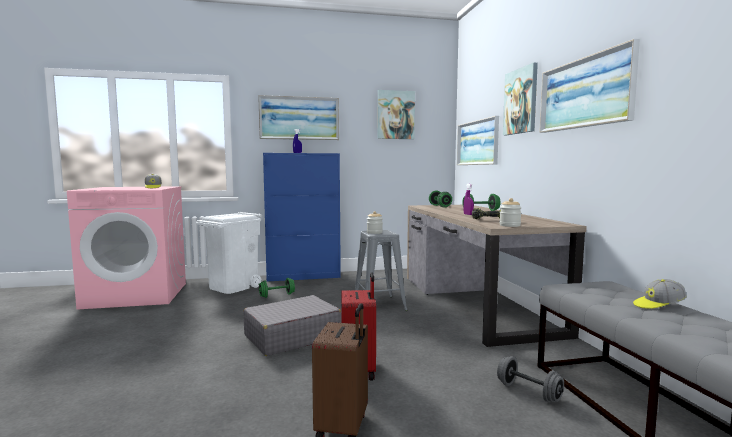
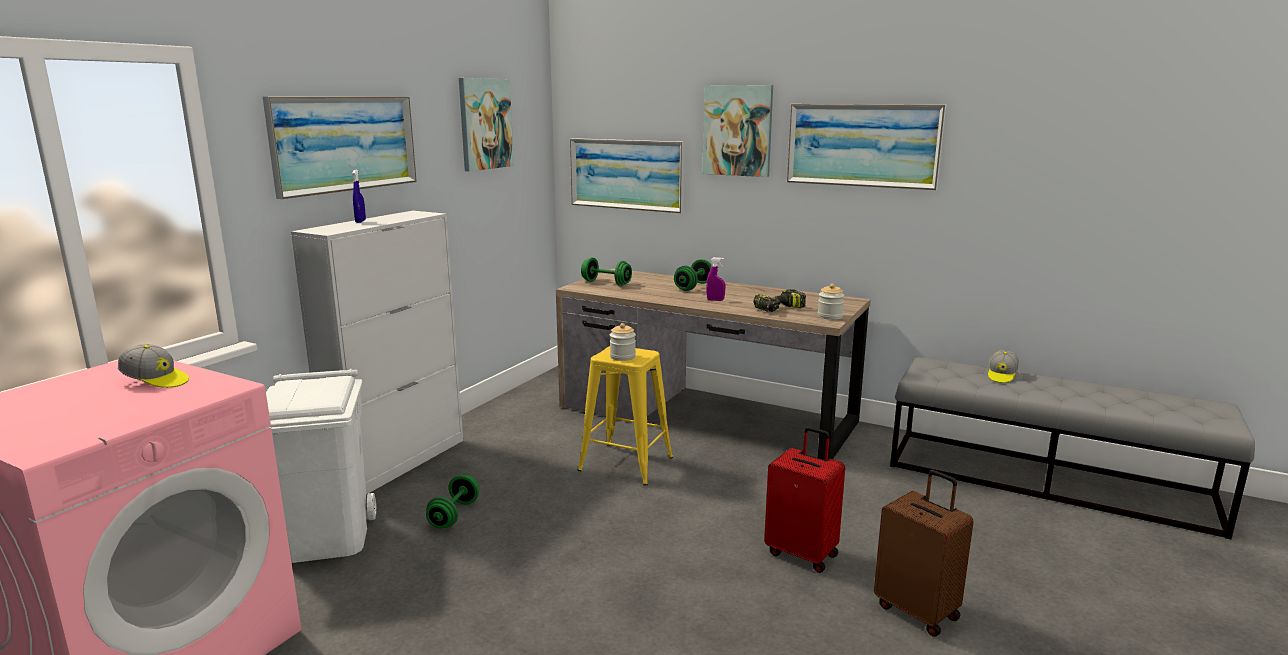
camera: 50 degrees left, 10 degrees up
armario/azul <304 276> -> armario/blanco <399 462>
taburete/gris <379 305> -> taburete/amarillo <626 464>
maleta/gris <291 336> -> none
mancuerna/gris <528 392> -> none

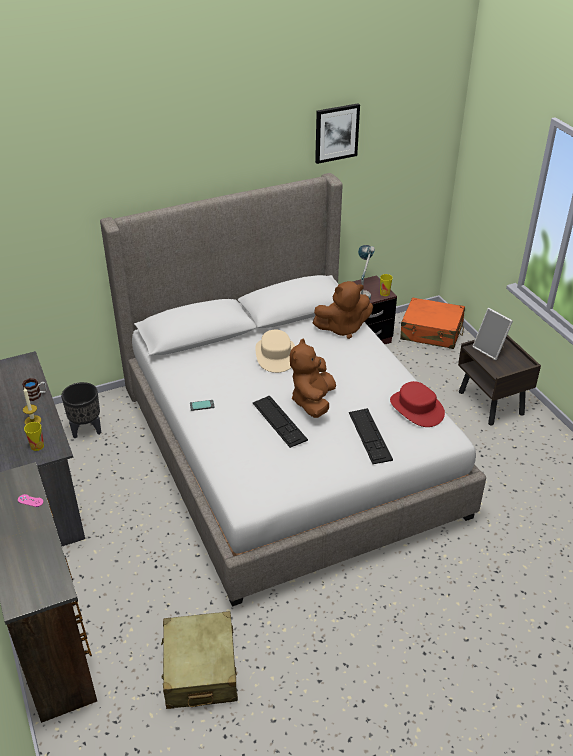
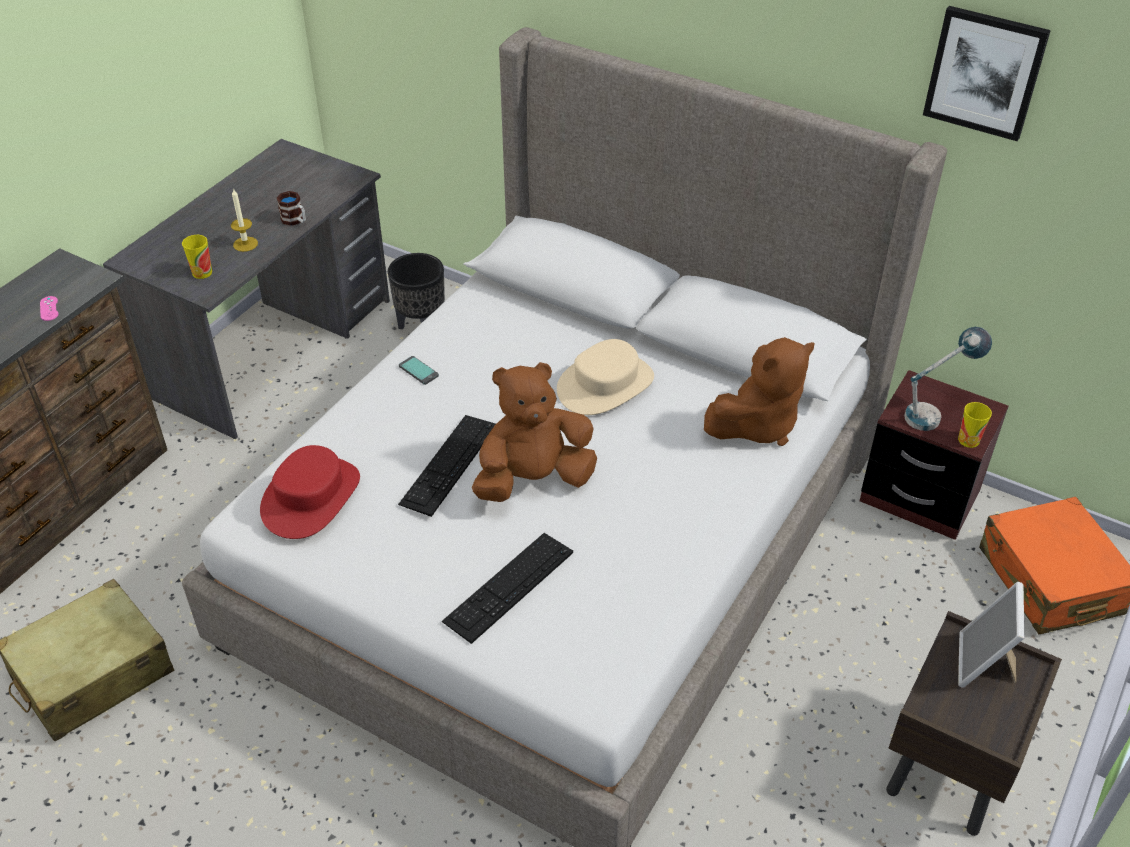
camera: 55 degrees right, 5 degrees up
peluche/marrón <343 328> -> peluche/marrón <757 425>, 75 degrees counterclockwise
sombrero/rojo <416 408> -> sombrero/rojo <311 497>, move

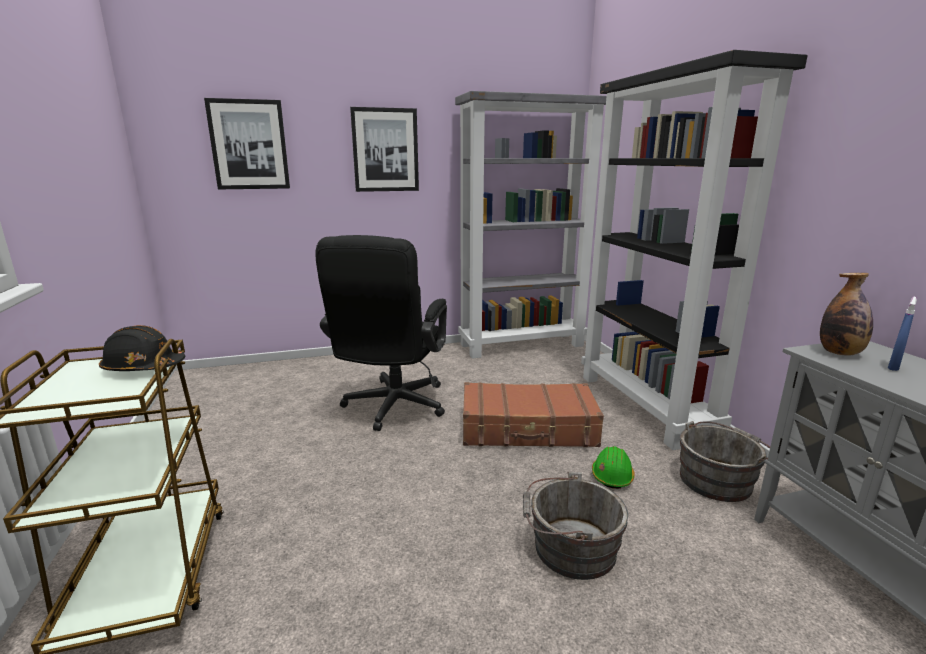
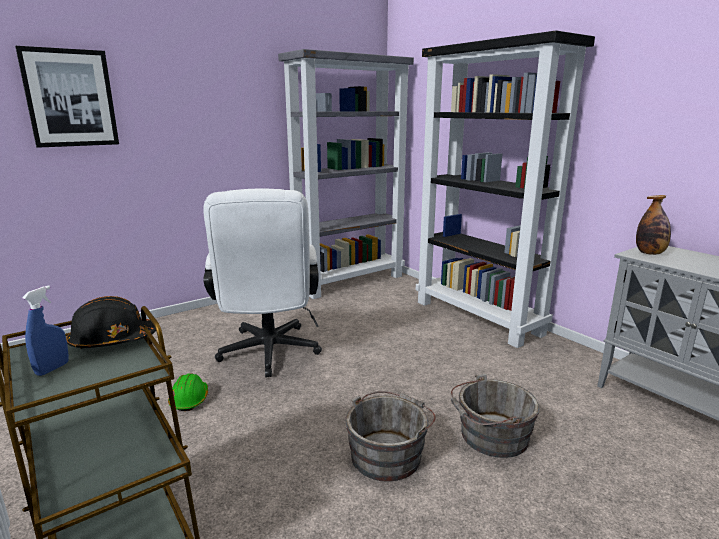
camera: 20 degrees left, 0 degrees up
cuadro <385 150> -> none
silla de oficina/negro <392 408> -> silla de oficina/blanco <269 355>
pulverizador/azul <893 367> -> pulverizador/azul <52 369>, move
maleta/marrón <528 429> -> none
cubo/gris <717 479> -> cubo/gris <388 453>, move
casco/verde <612 475> -> casco/verde <189 400>, move

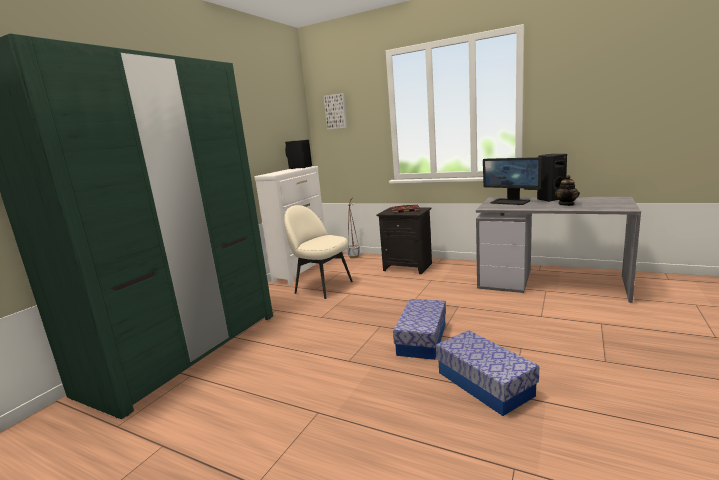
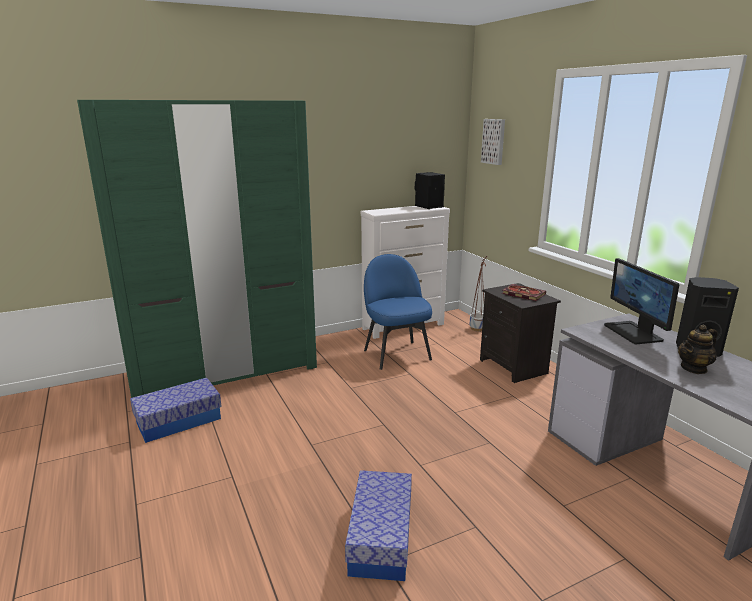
camera: 35 degrees right, 5 degrees up
silla/beis <322 287> -> silla/azul <396 354>
caja de almacenaje <422 339> -> caja de almacenaje <179 421>, move

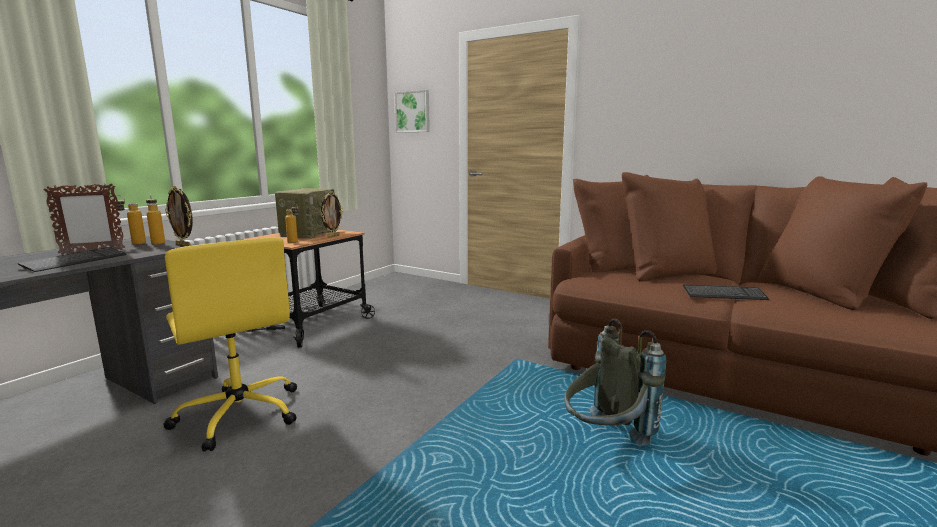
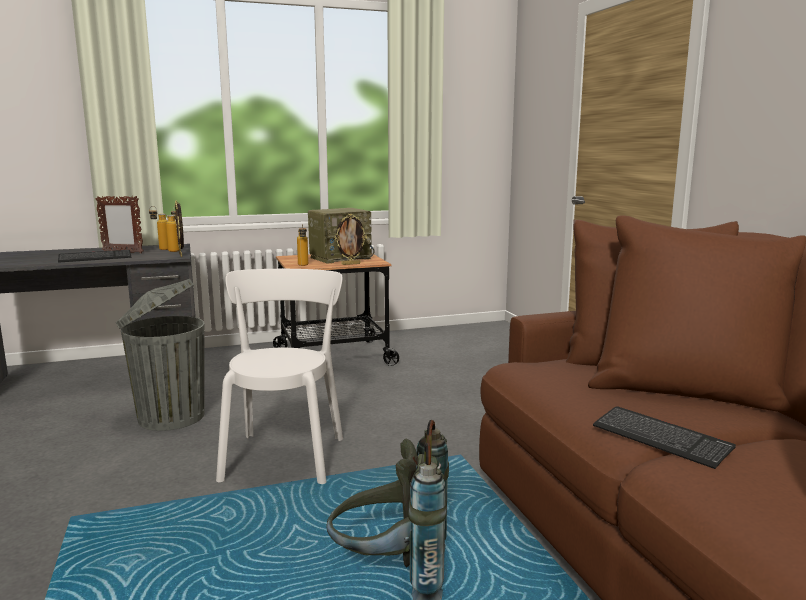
camera: 40 degrees right, 0 degrees up
cuadro <413 112> -> none
silla de oficina/amarillo <240 414> -> papelera/gris <169 417>
none -> silla/blanco <285 455>

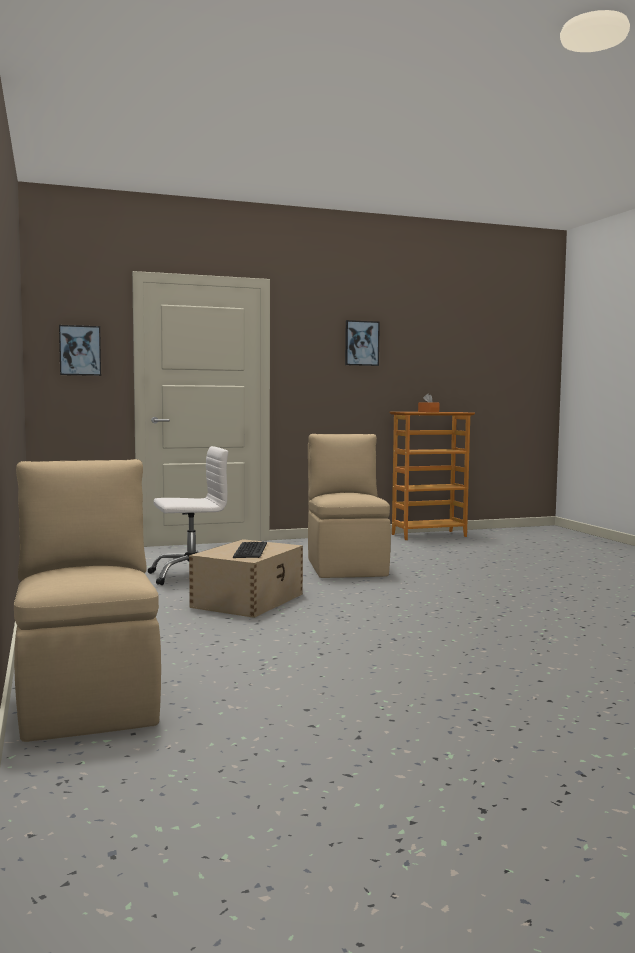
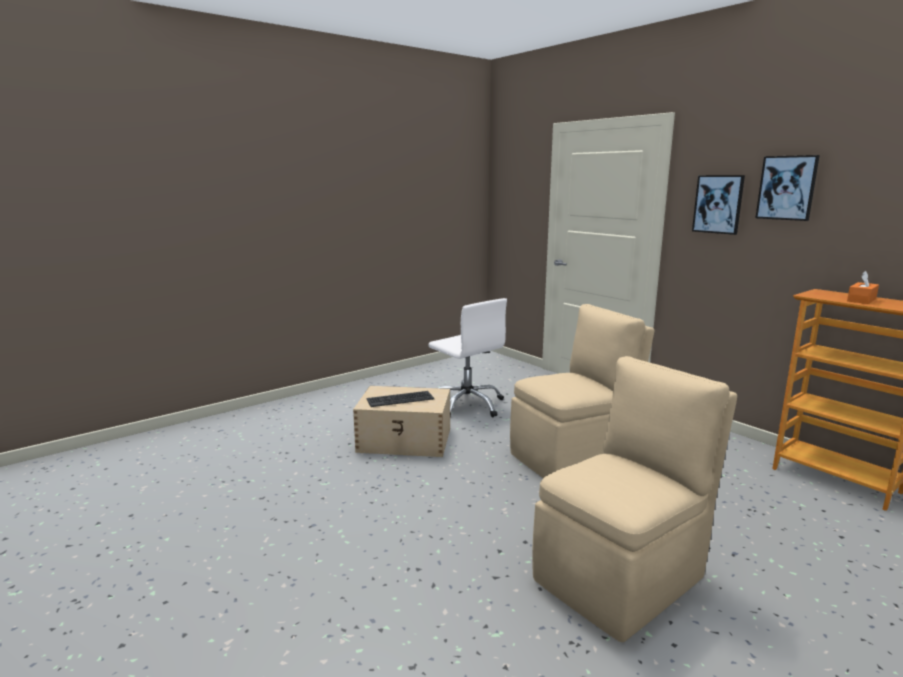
camera: 70 degrees right, 10 degrees up
cuadro <80 350> -> cuadro <718 204>, move
silla/beis <88 700> -> silla/beis <622 577>, move

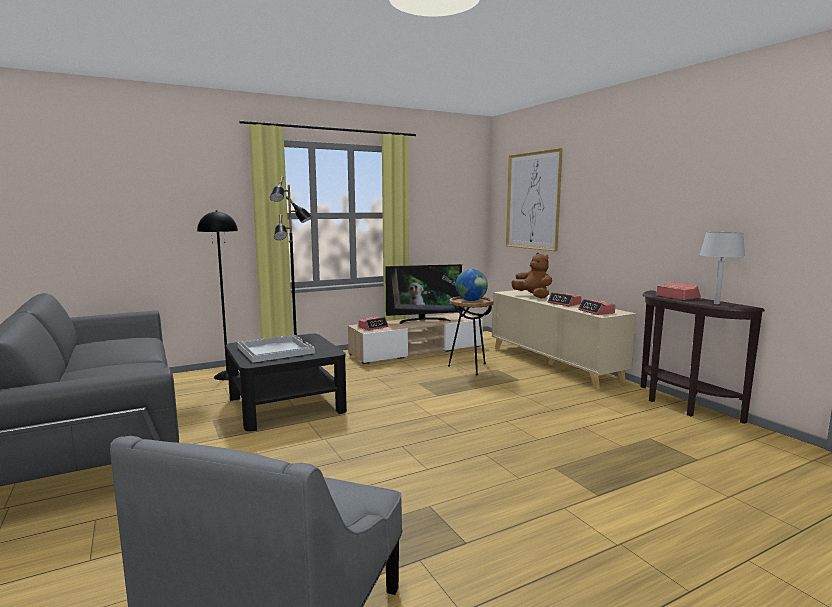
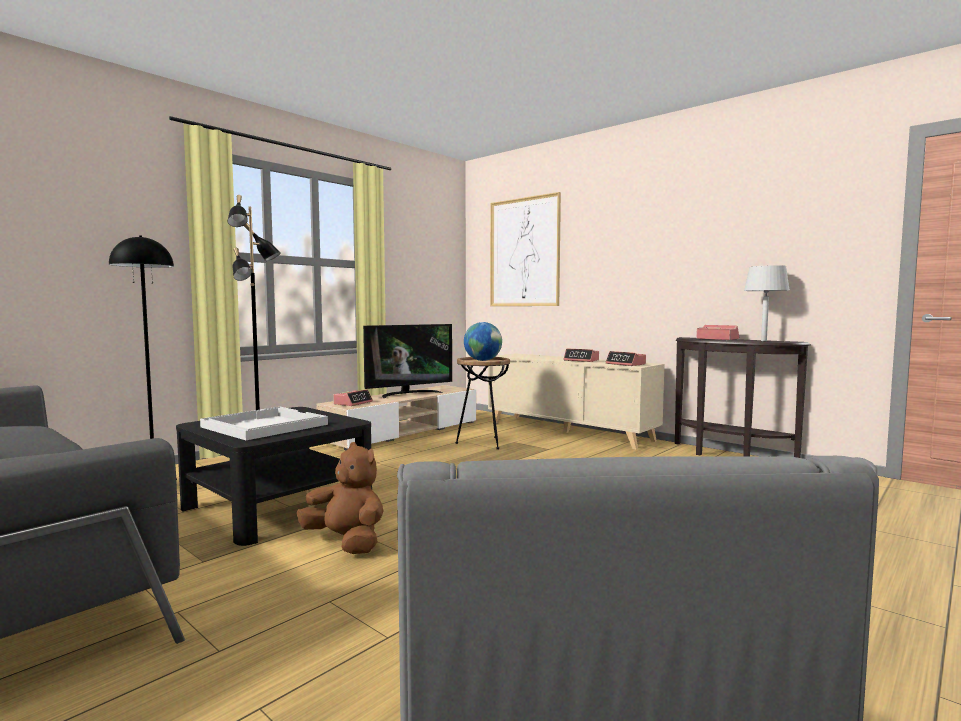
camera: 20 degrees left, 5 degrees down
peluche/marrón <533 296> -> peluche/marrón <346 542>, move

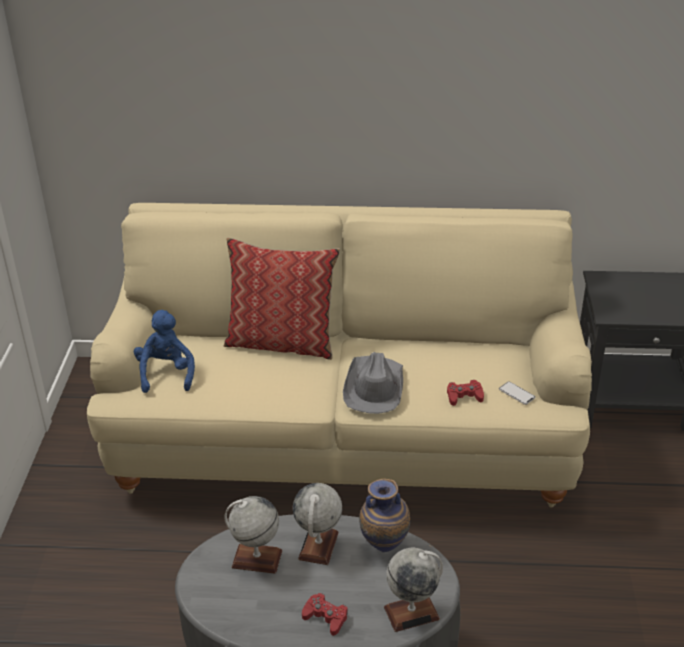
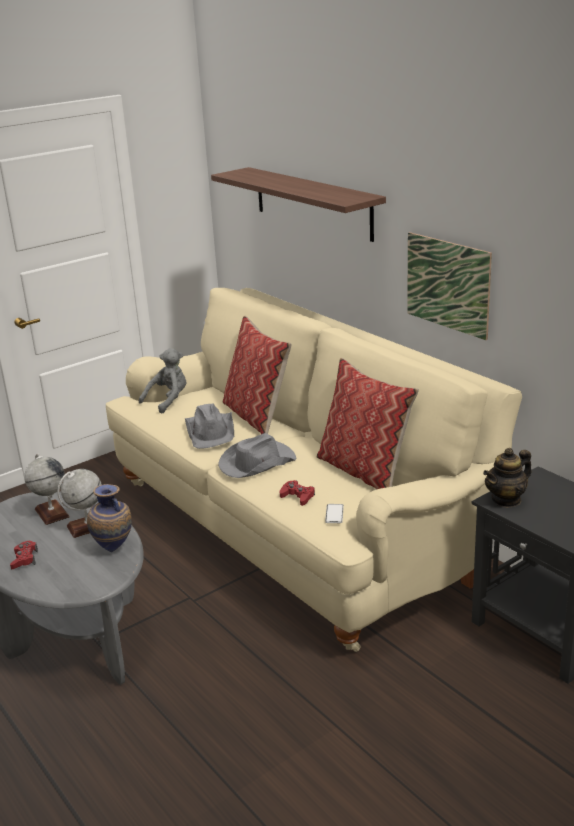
camera: 50 degrees right, 10 degrees down
peluche/azul <166 373> -> peluche/gris <168 400>
globo terráqueo <411 612> -> none
none -> estante <312 203>
none -> cuadro <447 284>
none -> cojín <364 471>
none -> sombrero/gris <211 431>
none -> tetera <506 500>

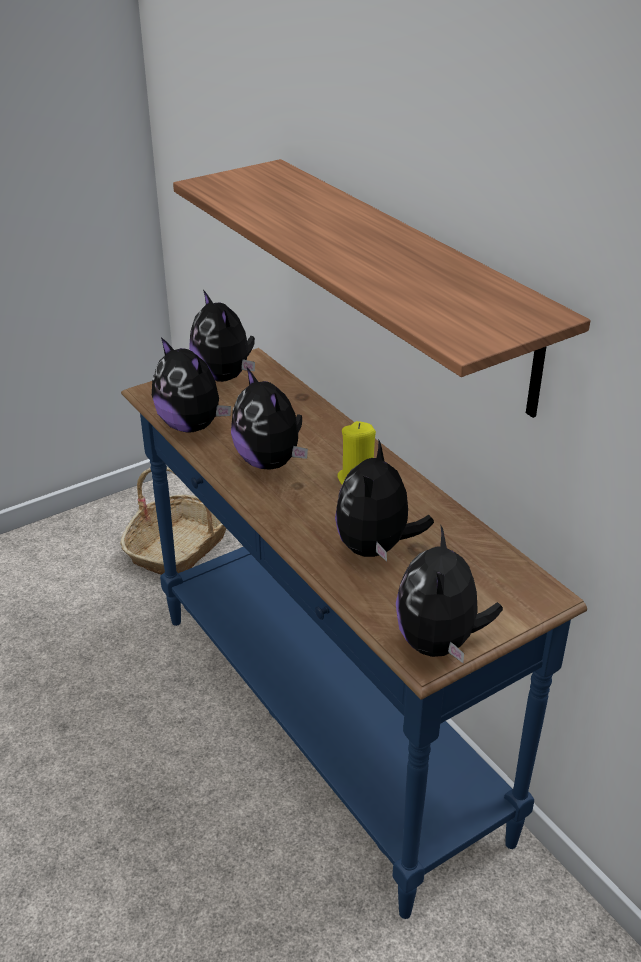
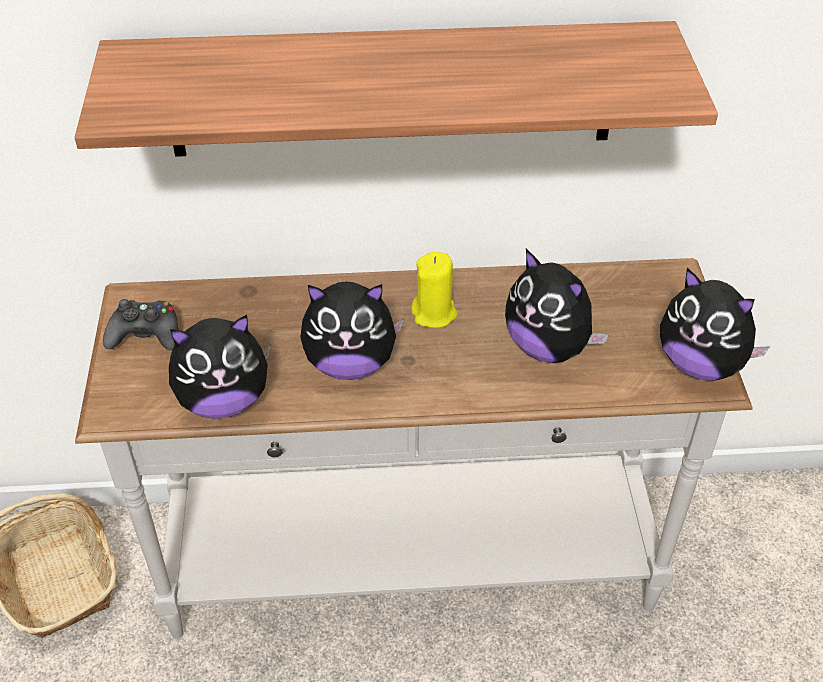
camera: 60 degrees left, 10 degrees up
peluche <225 376> -> mando de consola/negro <145 334>
mesa consola/azul <320 723> -> mesa consola/blanco <411 567>

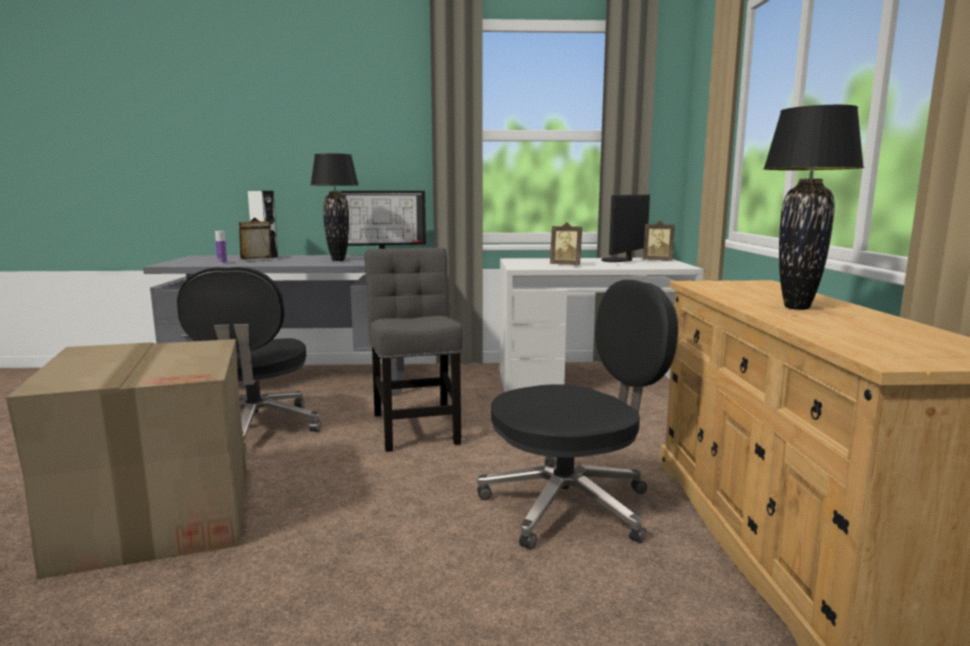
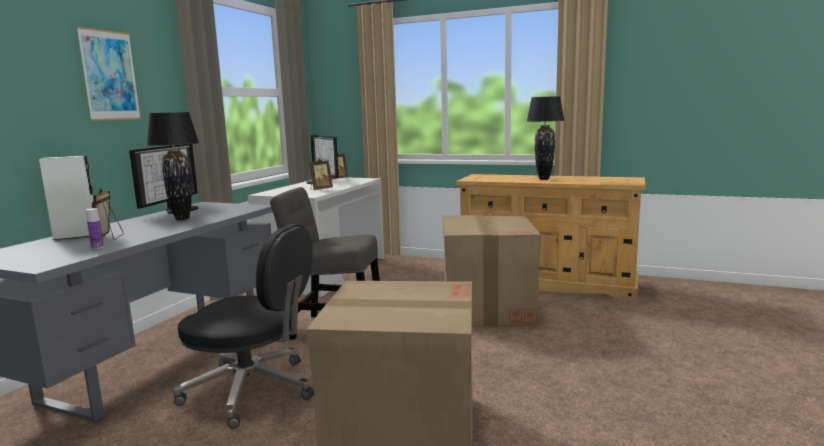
camera: 65 degrees left, 0 degrees up
silla de oficina/negro <571 505> -> caja de cartón <487 308>
none -> cuadro <109 75>

